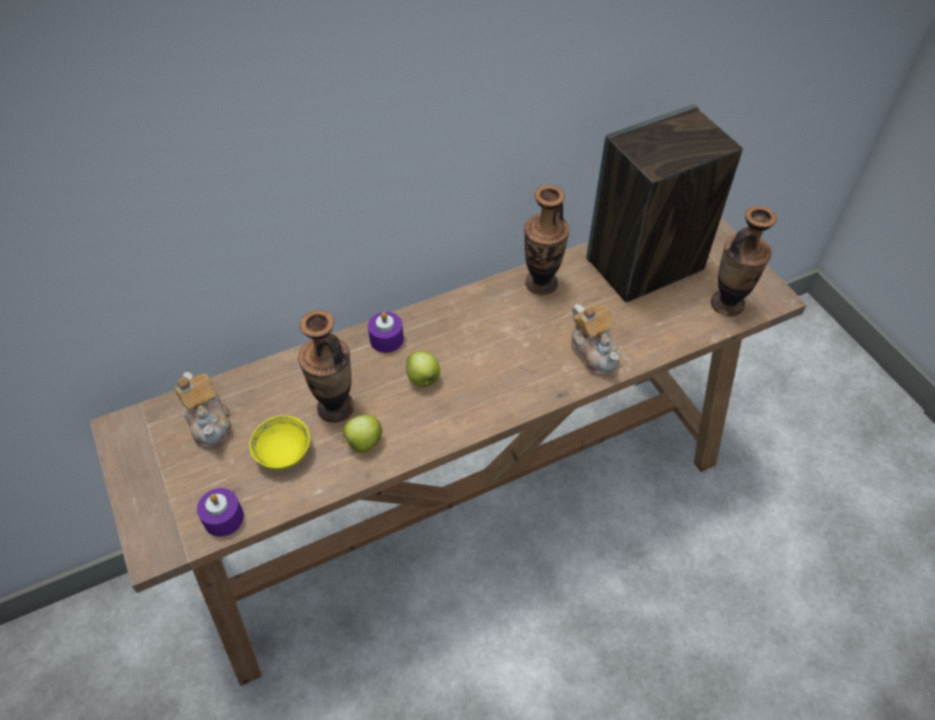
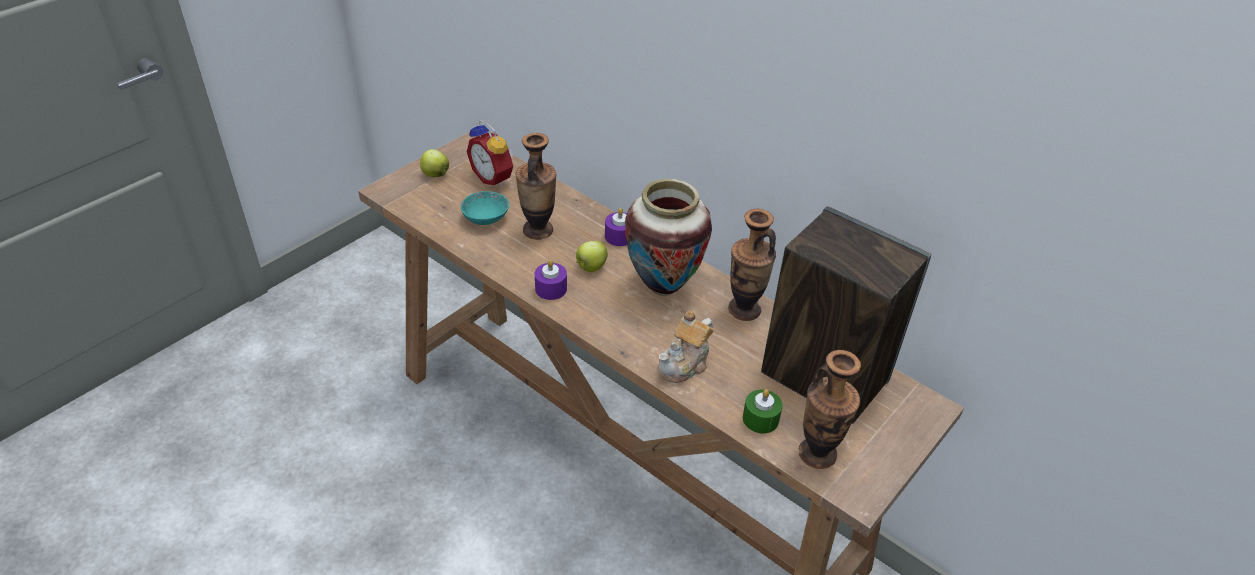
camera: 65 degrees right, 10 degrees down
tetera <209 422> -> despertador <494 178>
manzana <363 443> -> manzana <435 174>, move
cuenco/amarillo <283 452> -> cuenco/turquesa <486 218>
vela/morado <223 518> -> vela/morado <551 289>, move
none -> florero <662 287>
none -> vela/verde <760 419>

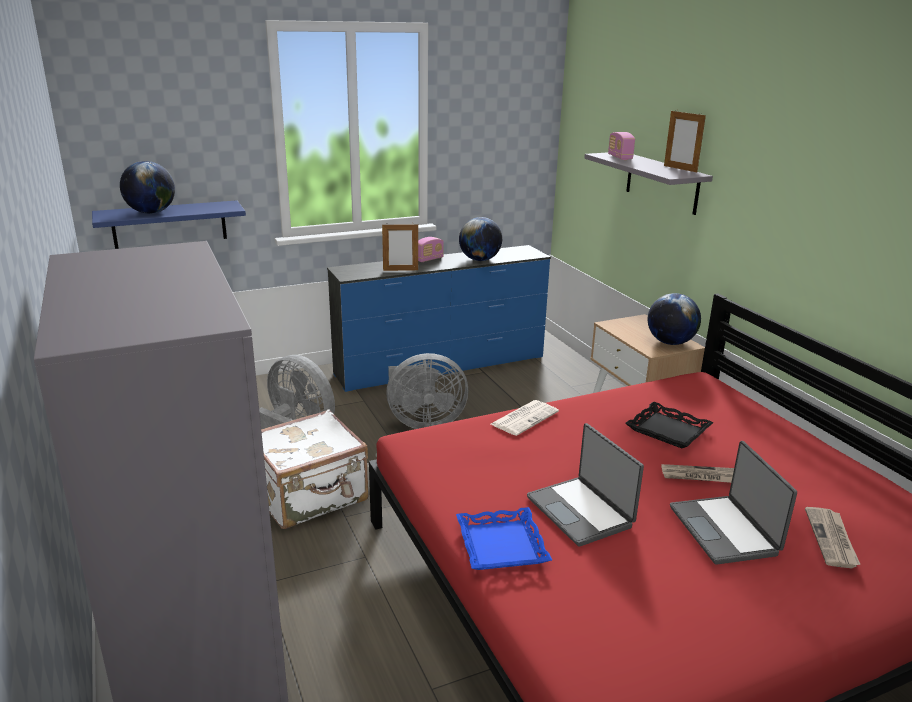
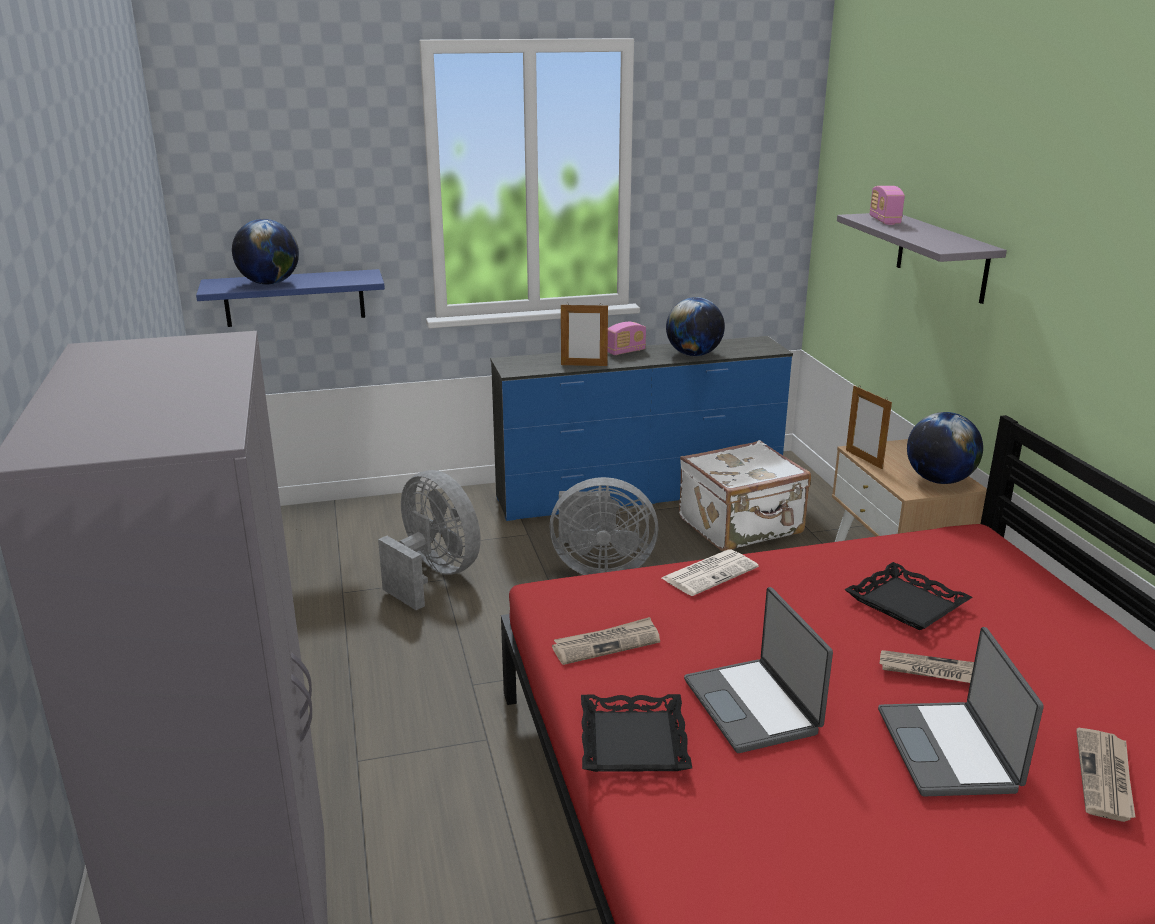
camera: 10 degrees right, 0 degrees up
portarretratos <680 169> -> portarretratos <864 459>, move
maleta/blanco <311 496> -> maleta/blanco <742 526>, move
bandeja/azul <500 545> -> bandeja/negro <632 741>
none -> periódico <606 644>

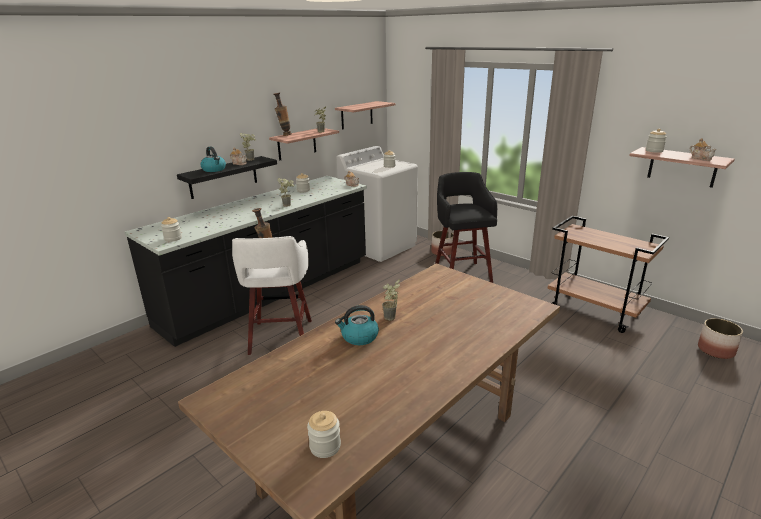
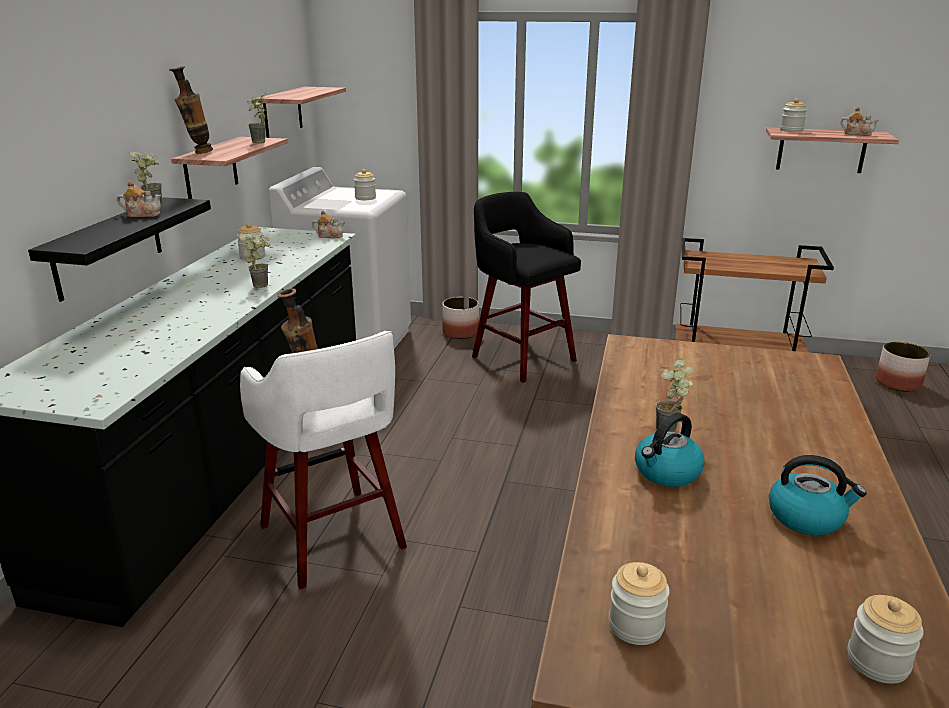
camera: 30 degrees left, 0 degrees up
hervidor <214 169> -> hervidor <807 517>, move
tarro <173 238> -> tarro <636 625>, move

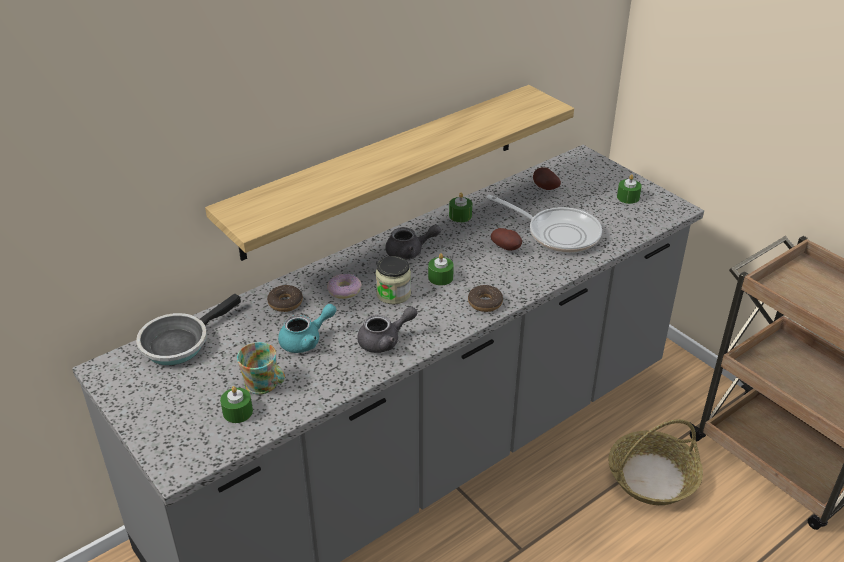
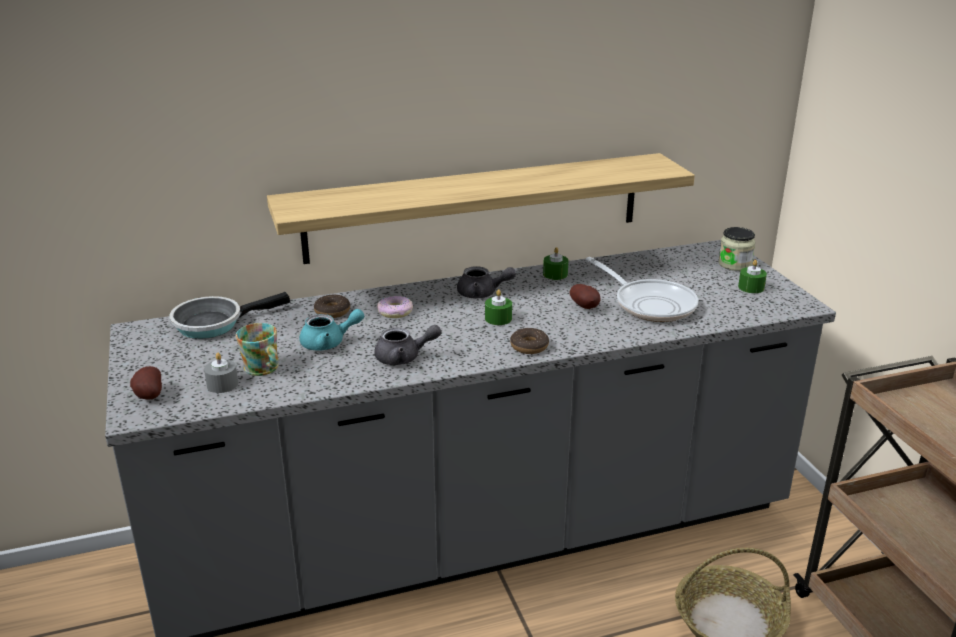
camera: 20 degrees right, 10 degrees down
patata <544 188> -> patata <148 396>, move
tarro <393 294> -> tarro <734 264>, move
vela/verde <237 412> -> vela/gris <222 384>

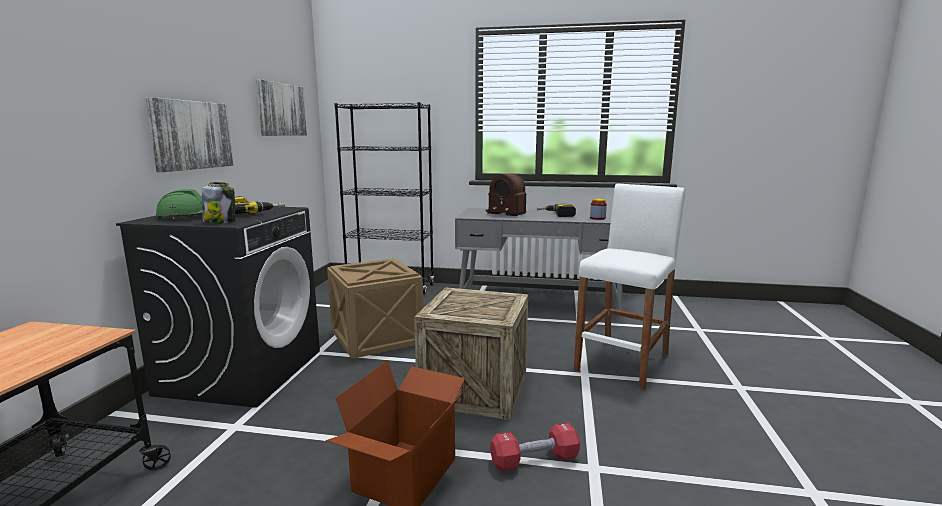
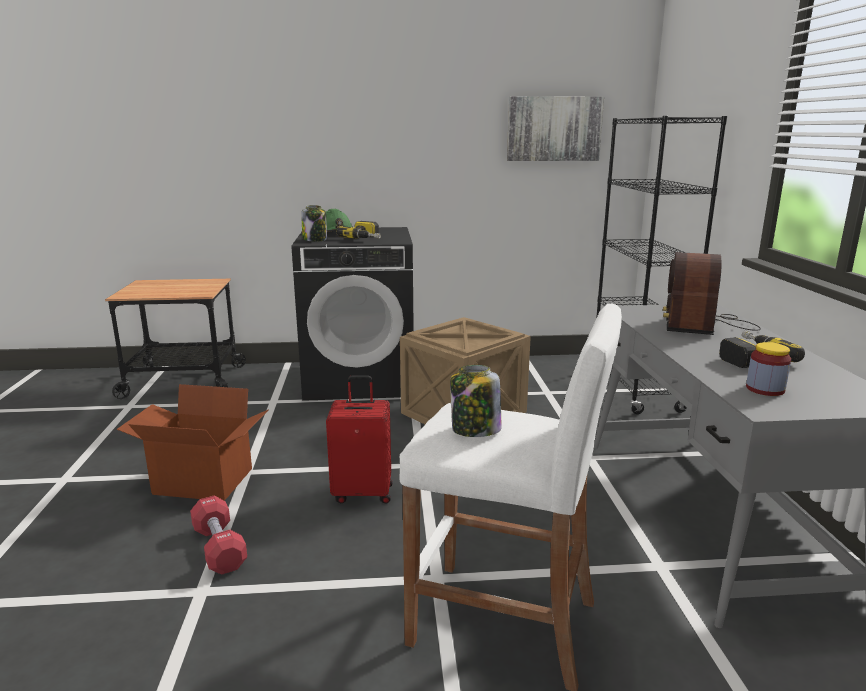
camera: 75 degrees right, 5 degrees up
cuadro <191 135> -> none
caja de embalaje <474 389> -> maleta/rojo <363 493>
none -> tarro <475 430>

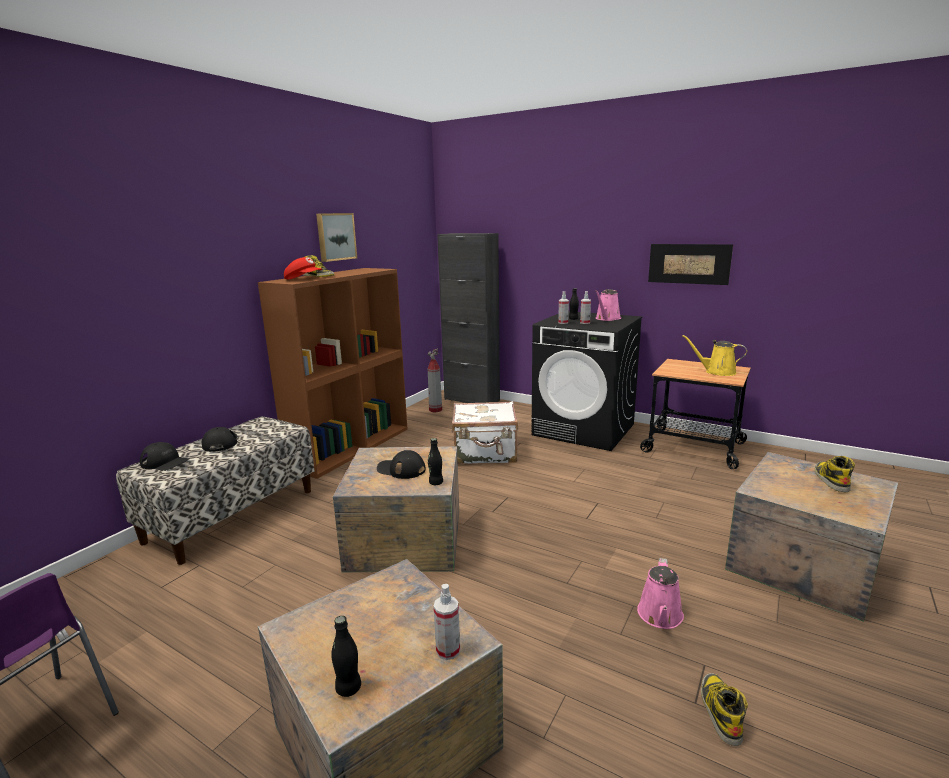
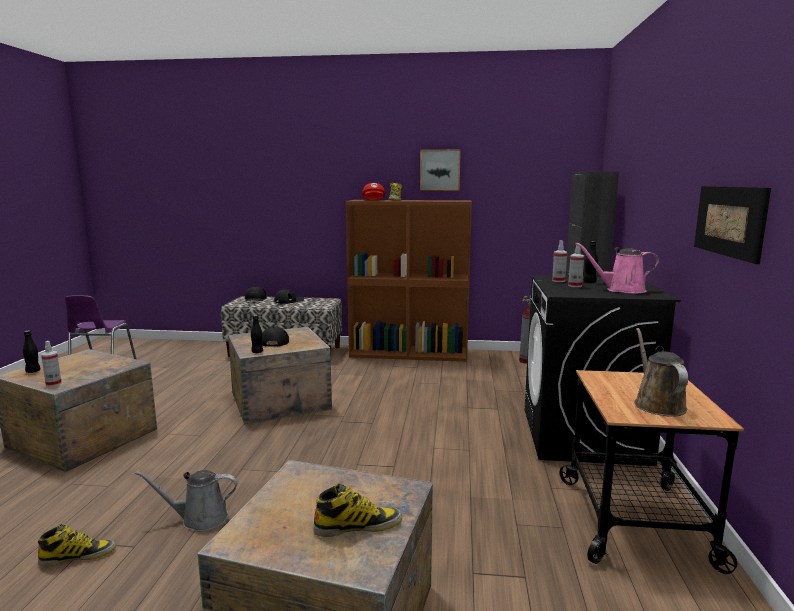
camera: 65 degrees right, 5 degrees down
regadera/amarillo <717 372> -> regadera/marrón <657 404>
maleta/blanco <485 453> -> none
regadera/rosa <660 617> -> regadera/gris <200 519>

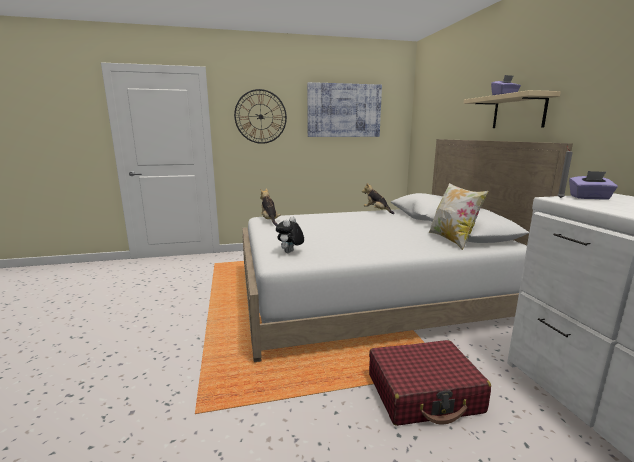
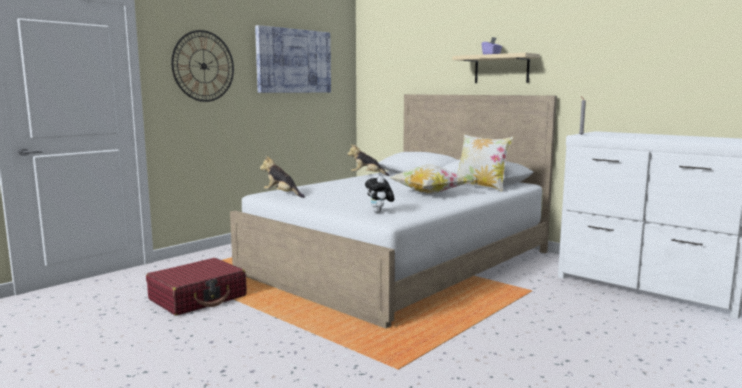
camera: 35 degrees left, 5 degrees down
caja de pañuelos/morado <589 198> -> none
maleta/rojo <424 393> -> maleta/rojo <198 298>, move
none -> cojín <429 194>

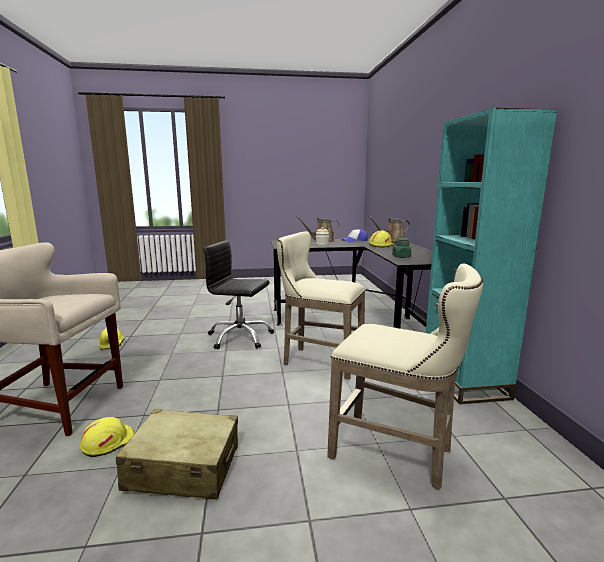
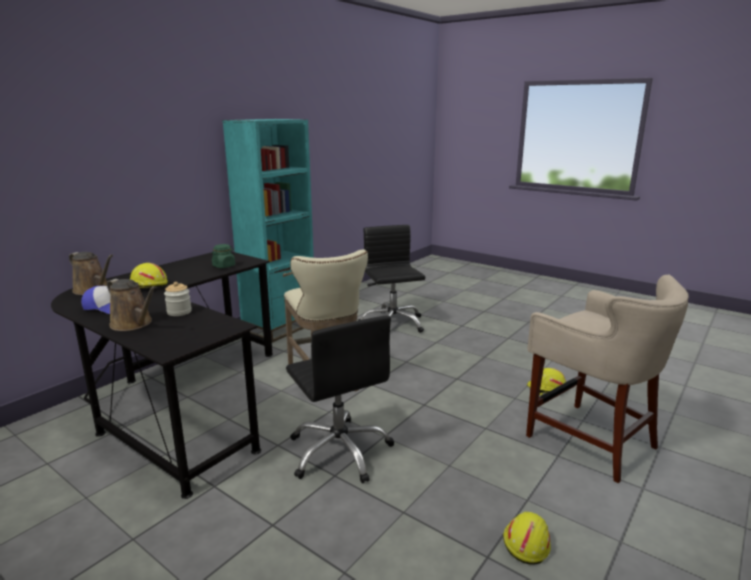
camera: 135 degrees left, 5 degrees up
taburete/beis <397 454> -> silla de oficina/negro <392 324>
maleta/beis <183 467> -> none

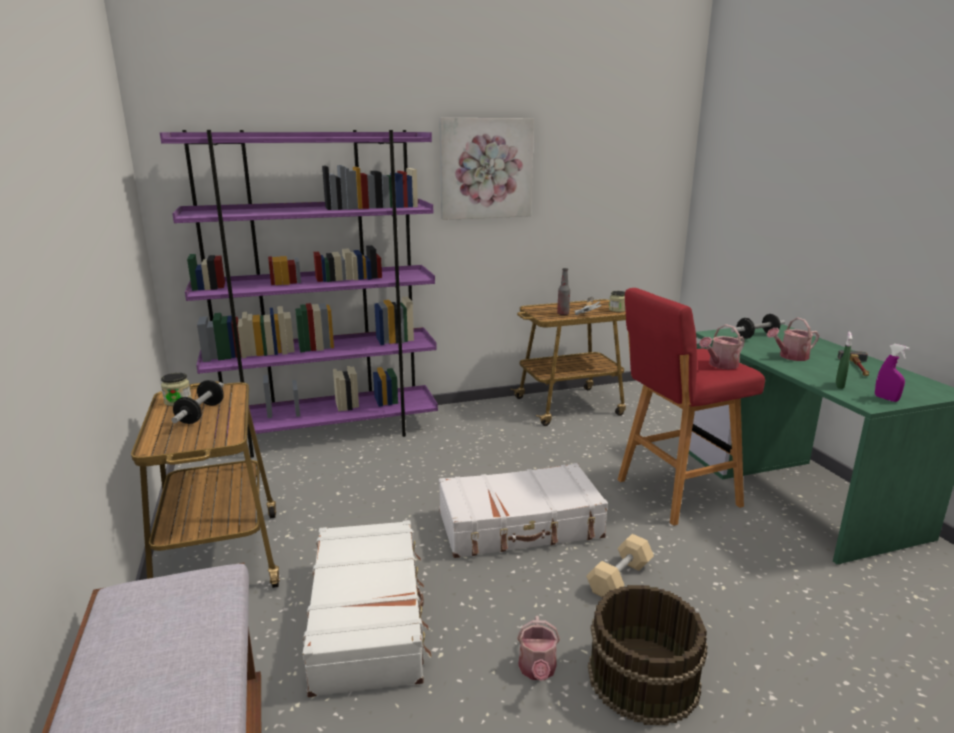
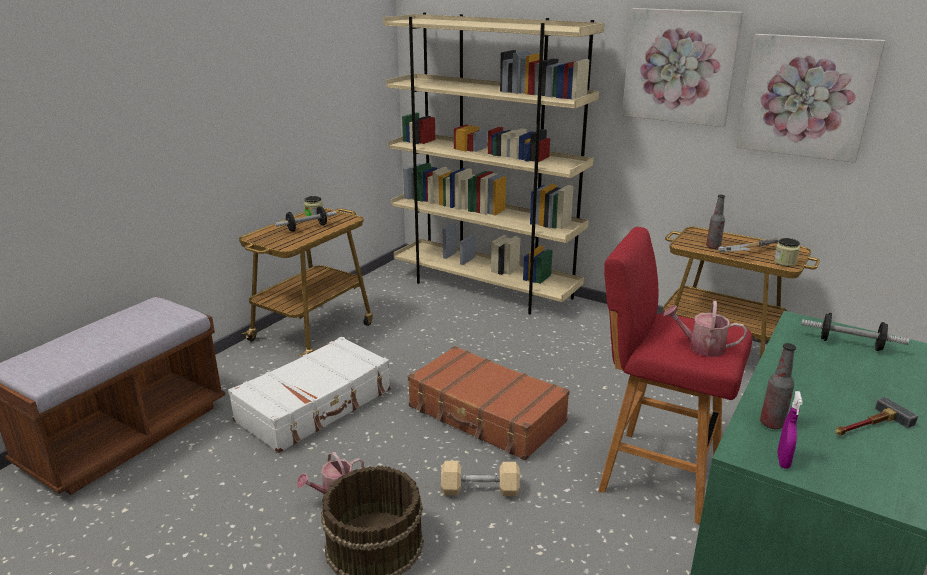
camera: 50 degrees right, 5 degrees up
estantería/morado <328 433> -> estantería/beis <485 288>
regadera <790 357> -> none
pulverizador/verde <839 385> -> botella <772 424>
maleta/blanco <520 525> -> maleta/marrón <486 415>
none -> cuadro <806 96>

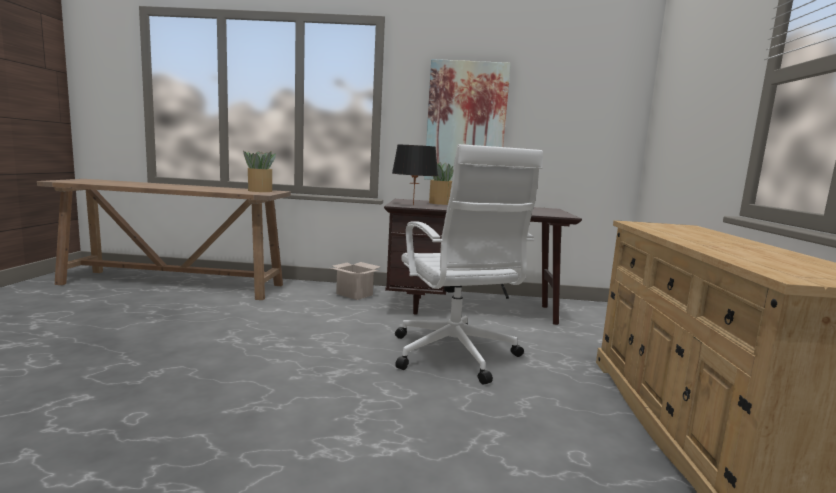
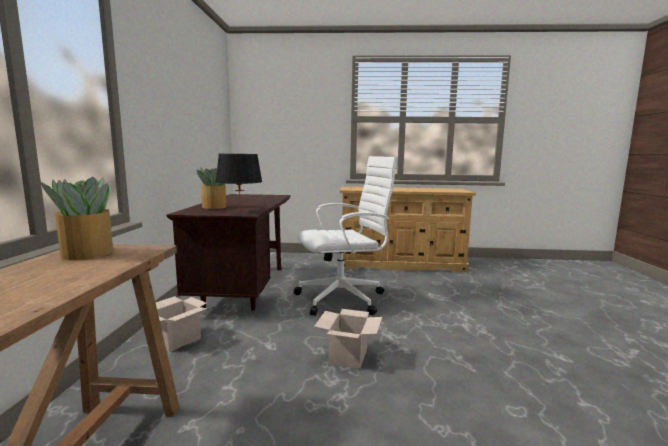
camera: 90 degrees left, 0 degrees up
cuadro <466 123> -> none
none -> caja de cartón <348 355>

